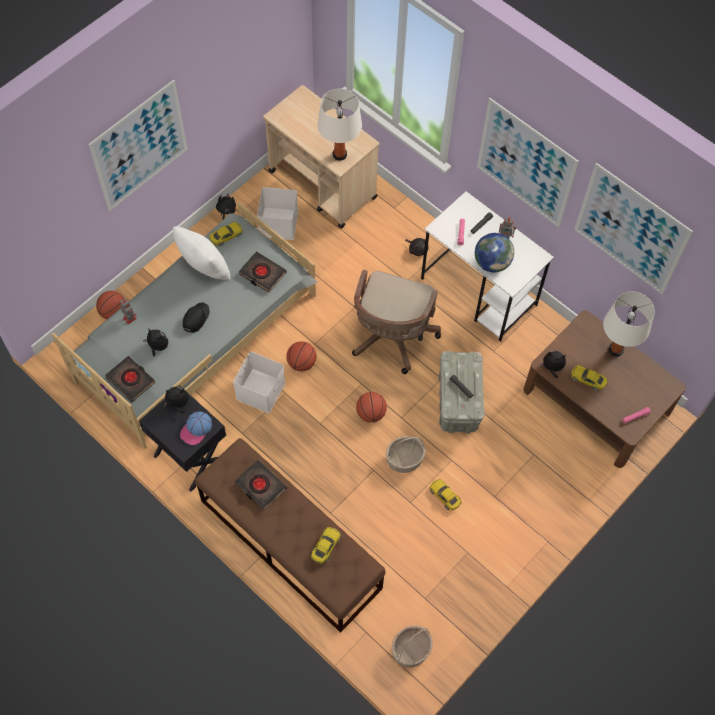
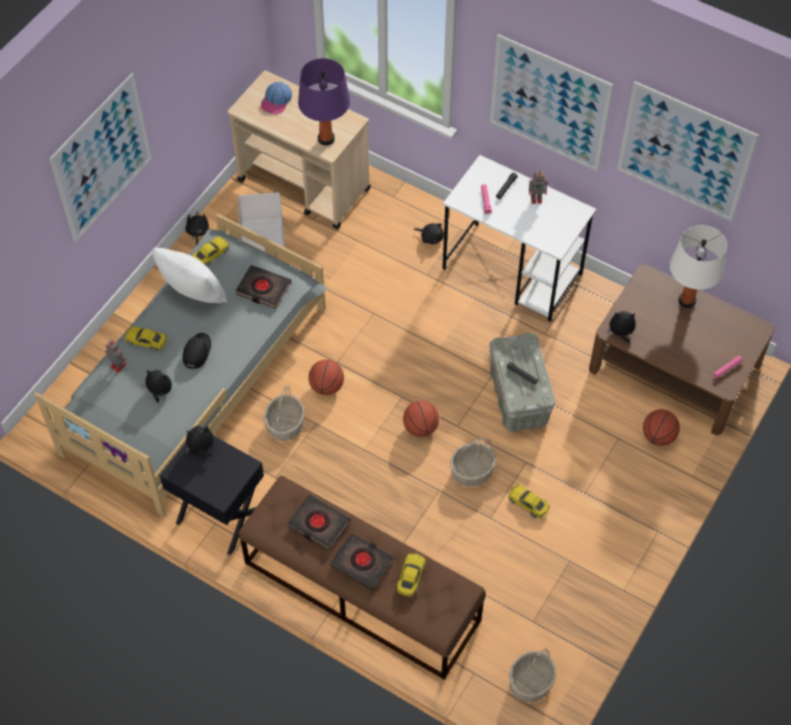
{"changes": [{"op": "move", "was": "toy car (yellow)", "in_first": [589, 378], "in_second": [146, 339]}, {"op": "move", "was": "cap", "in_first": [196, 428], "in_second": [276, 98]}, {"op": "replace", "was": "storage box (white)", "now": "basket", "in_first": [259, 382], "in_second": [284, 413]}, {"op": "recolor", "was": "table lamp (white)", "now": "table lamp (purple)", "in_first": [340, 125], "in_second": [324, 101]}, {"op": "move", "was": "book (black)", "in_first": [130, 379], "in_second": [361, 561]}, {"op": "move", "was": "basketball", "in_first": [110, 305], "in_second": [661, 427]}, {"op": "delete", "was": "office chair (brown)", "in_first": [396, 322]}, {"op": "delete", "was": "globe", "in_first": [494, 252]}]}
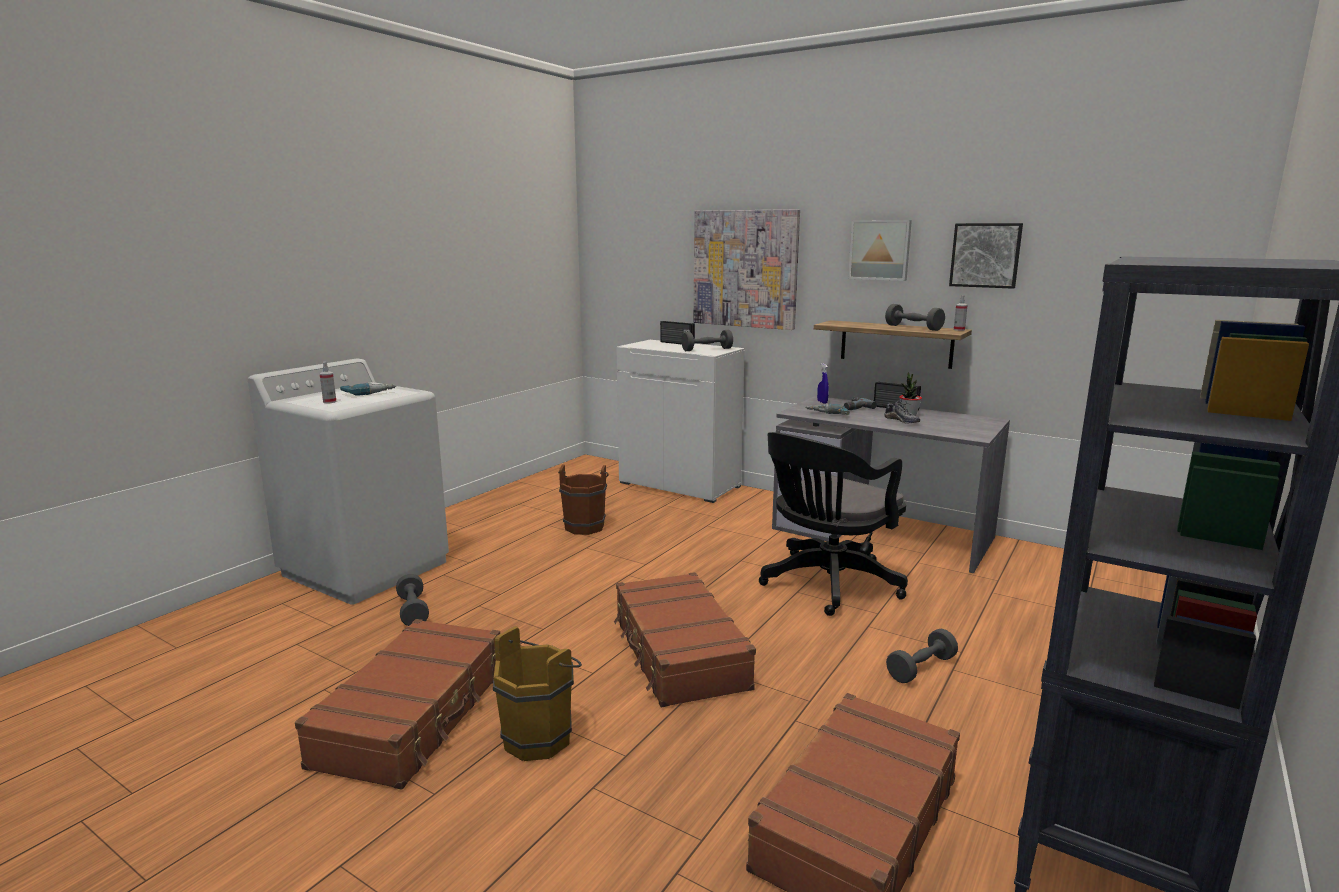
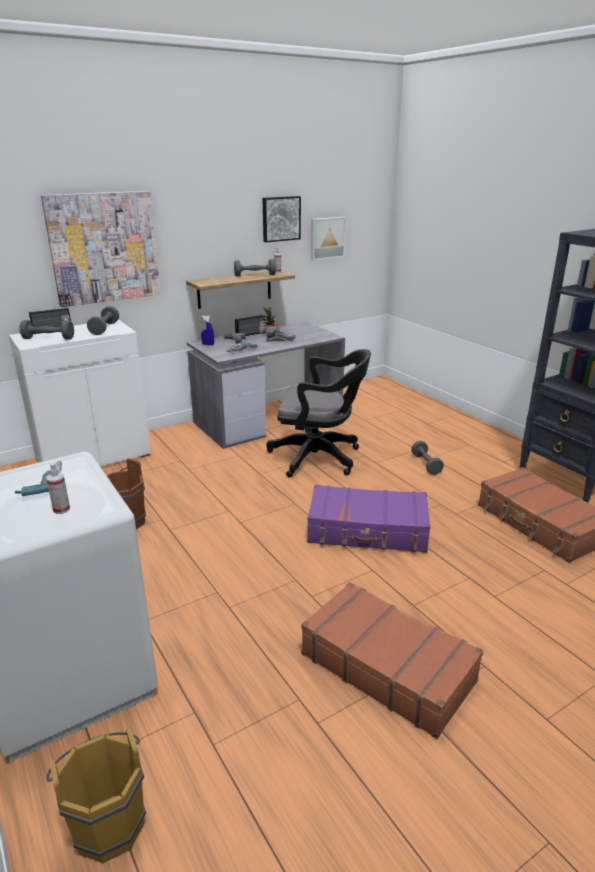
{"changes": [{"op": "move", "was": "dumbbell (grey)", "in_first": [412, 600], "in_second": [46, 330]}, {"op": "move", "was": "bucket (brown)", "in_first": [537, 693], "in_second": [96, 795]}, {"op": "rotate", "was": "office chair (black)", "in_first": [833, 524], "in_second": [318, 413], "clockwise": -60}, {"op": "recolor", "was": "suitcase (brown)", "now": "suitcase (purple)", "in_first": [685, 639], "in_second": [368, 519]}, {"op": "move", "was": "picture", "in_first": [880, 250], "in_second": [328, 238]}]}
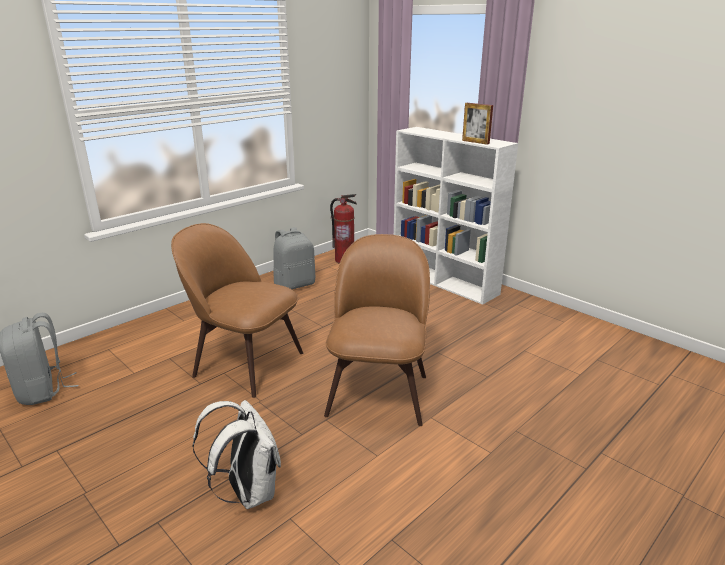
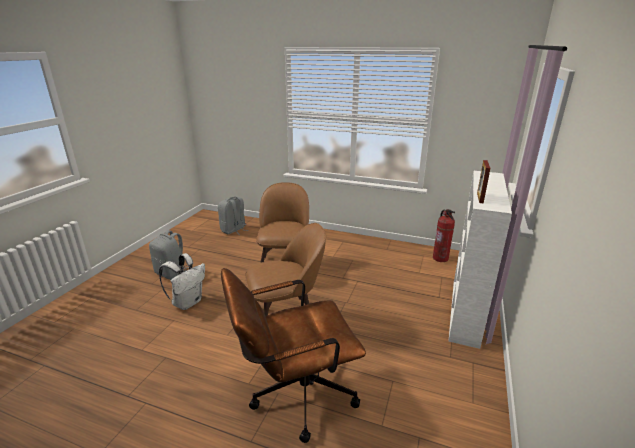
{"changes": [{"op": "move", "was": "backpack (grey)", "in_first": [294, 258], "in_second": [169, 255]}, {"op": "insert", "now": "office chair (brown)", "in_second": [293, 355]}]}
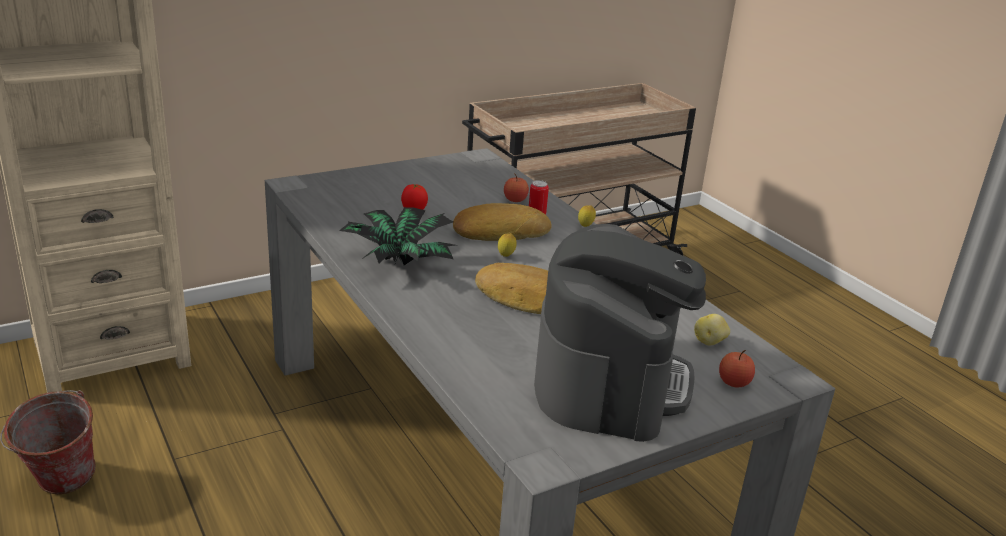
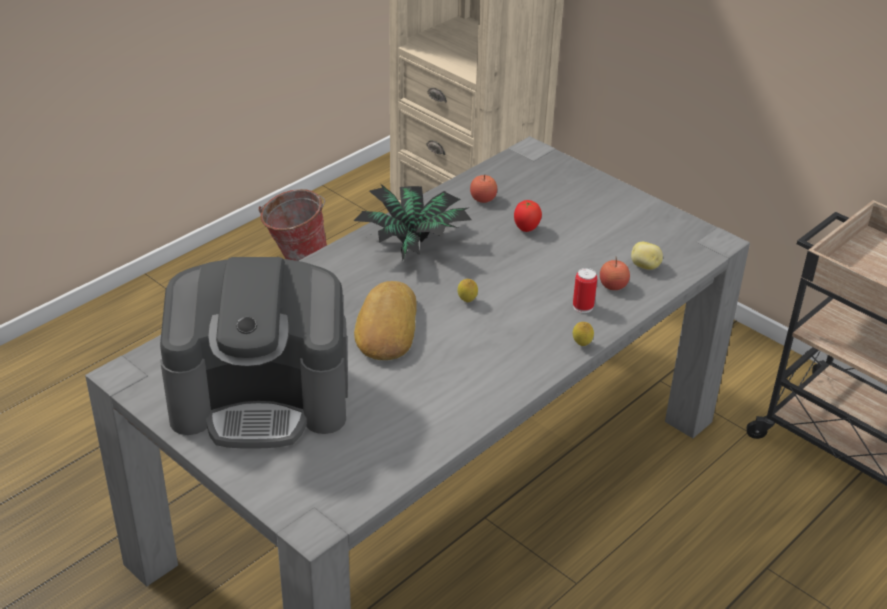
{"changes": [{"op": "move", "was": "apple", "in_first": [737, 369], "in_second": [483, 189]}, {"op": "move", "was": "potato", "in_first": [712, 329], "in_second": [647, 256]}, {"op": "delete", "was": "bread", "in_first": [502, 222]}]}
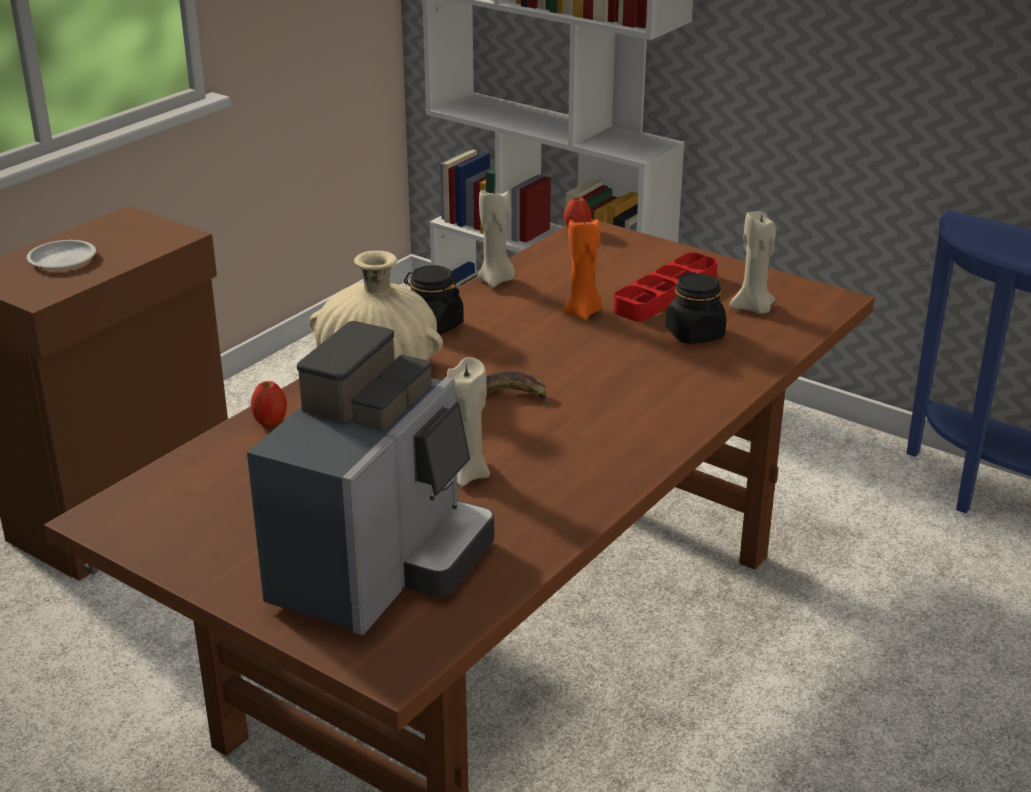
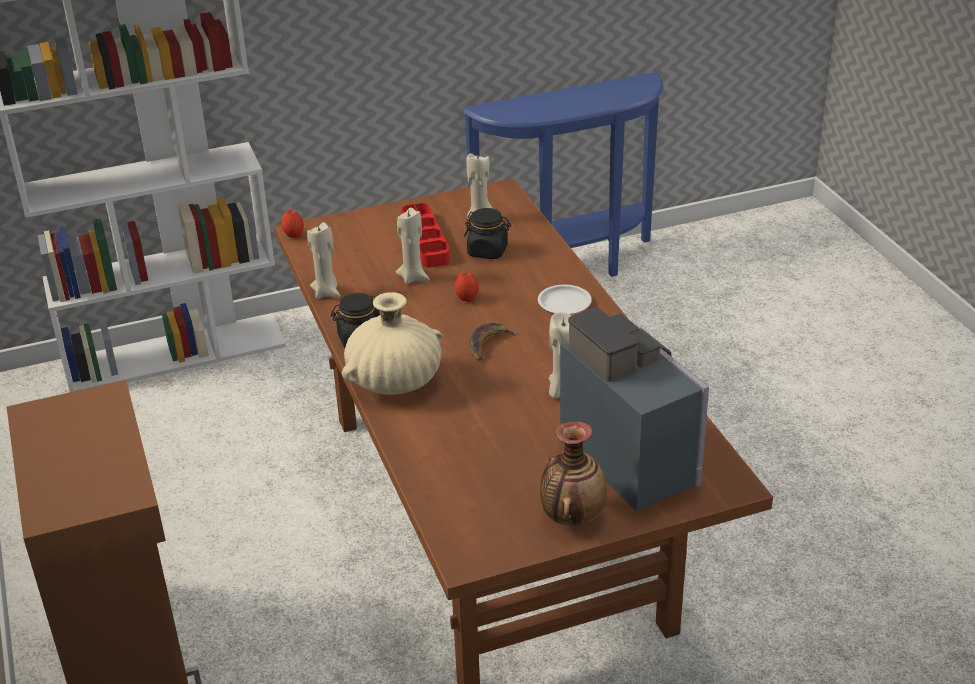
{"changes": [{"op": "recolor", "was": "candle (orange)", "now": "candle (beige)", "in_first": [583, 269], "in_second": [412, 246]}, {"op": "move", "was": "apple", "in_first": [269, 403], "in_second": [467, 286]}, {"op": "move", "was": "plate (white)", "in_first": [61, 254], "in_second": [565, 299]}, {"op": "insert", "now": "vase", "in_second": [573, 473]}]}
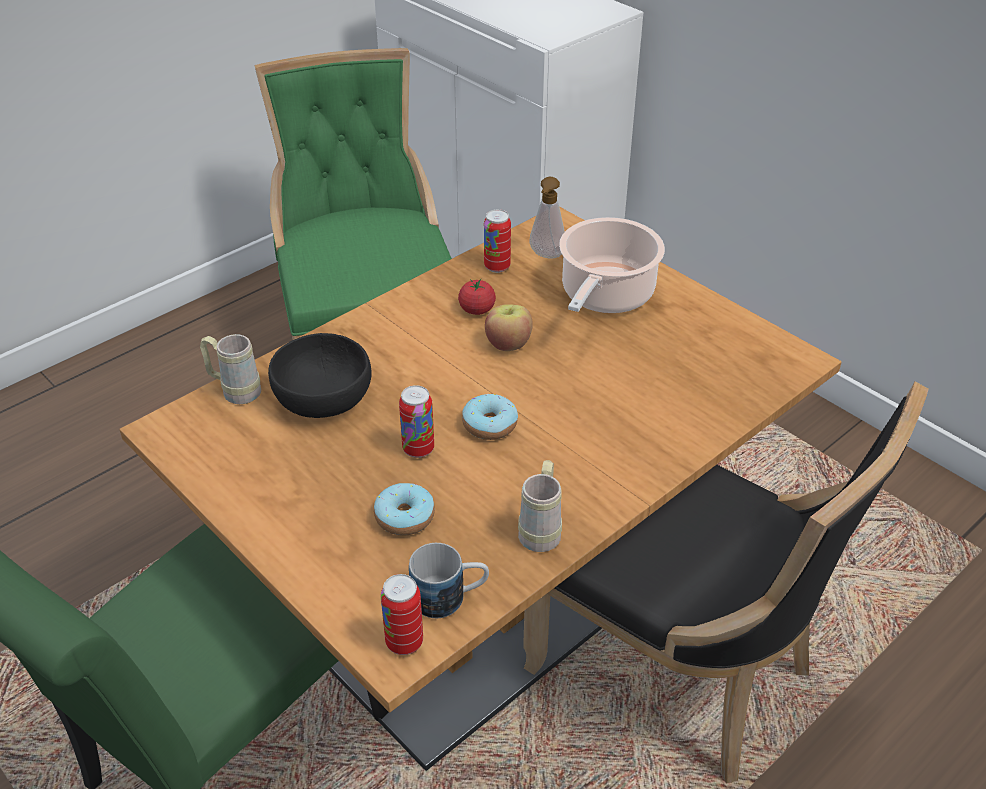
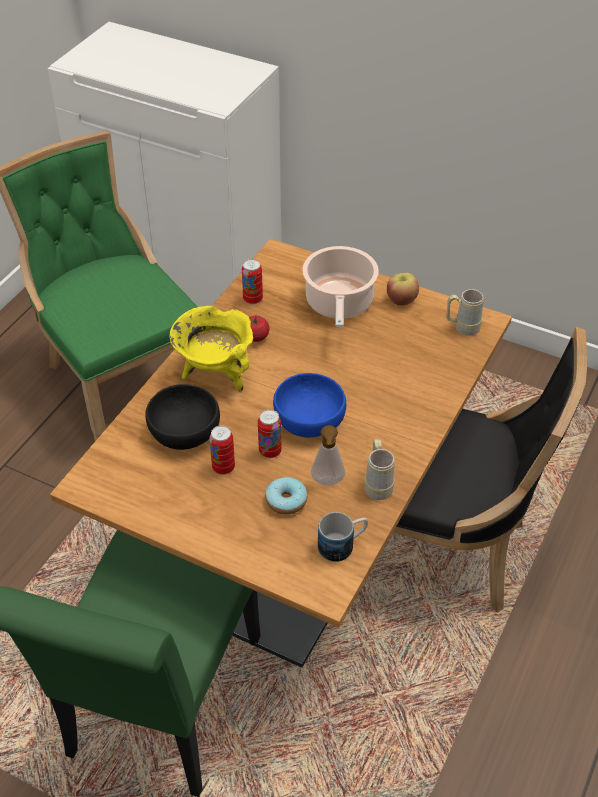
{"changes": [{"op": "insert", "now": "cooking pot (yellow)", "in_second": [211, 348]}, {"op": "move", "was": "can", "in_first": [402, 614], "in_second": [222, 450]}, {"op": "replace", "was": "donut", "now": "bowl (blue)", "in_first": [490, 417], "in_second": [309, 405]}, {"op": "move", "was": "soap dispenser", "in_first": [547, 217], "in_second": [328, 455]}, {"op": "move", "was": "apple", "in_first": [509, 327], "in_second": [403, 289]}, {"op": "move", "was": "mug (beige)", "in_first": [230, 369], "in_second": [465, 312]}]}
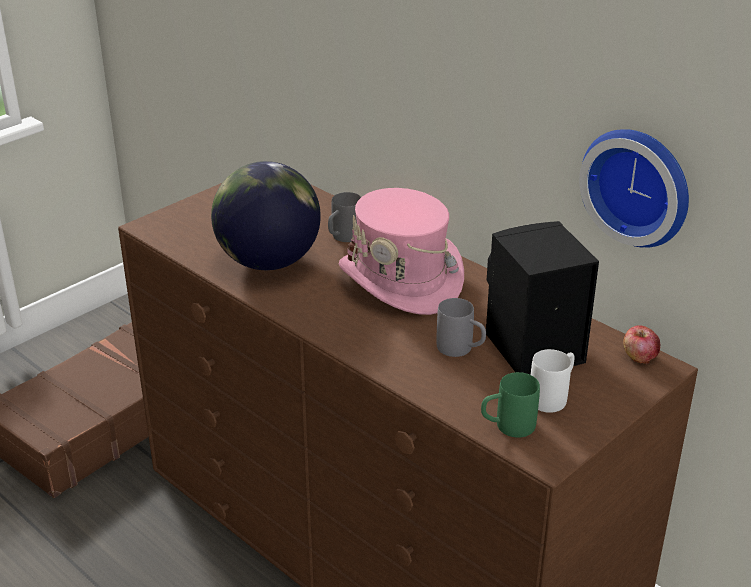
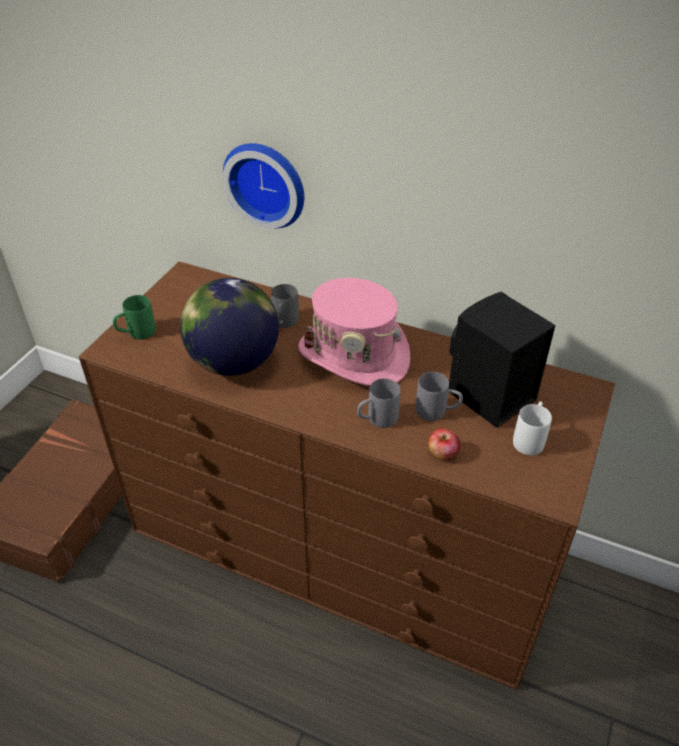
{"changes": [{"op": "move", "was": "mug (green)", "in_first": [510, 405], "in_second": [134, 317]}, {"op": "move", "was": "wall clock", "in_first": [634, 188], "in_second": [263, 185]}, {"op": "insert", "now": "mug (grey)", "in_second": [378, 403]}, {"op": "move", "was": "apple", "in_first": [641, 344], "in_second": [444, 444]}]}
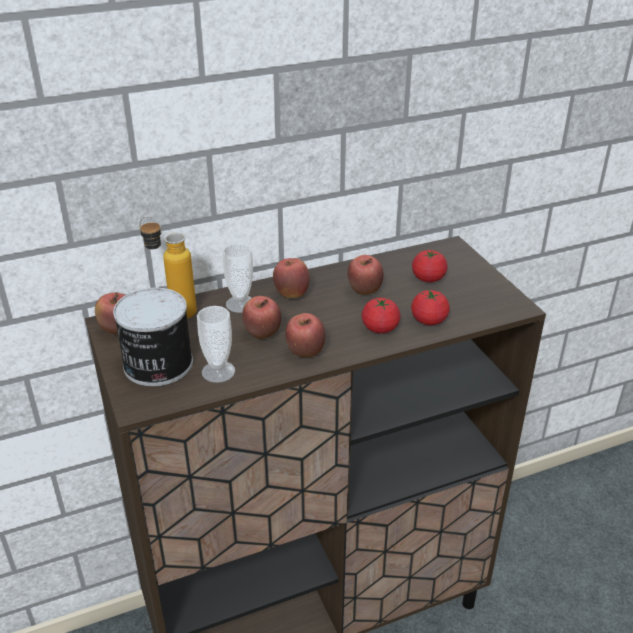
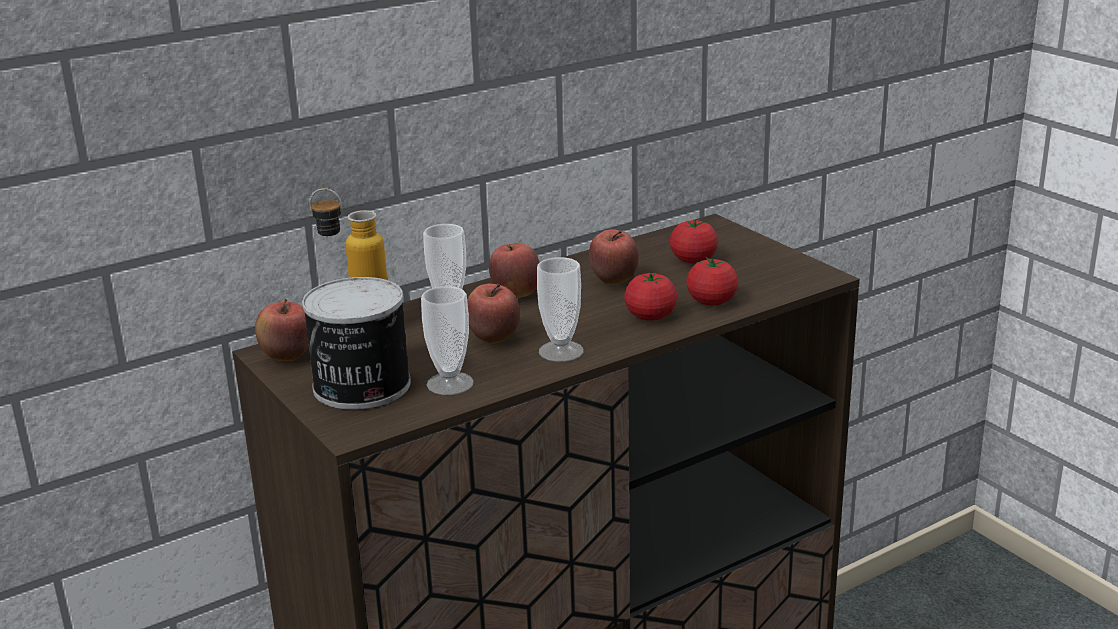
{"changes": [{"op": "replace", "was": "apple", "now": "cup", "in_first": [305, 335], "in_second": [560, 309]}]}
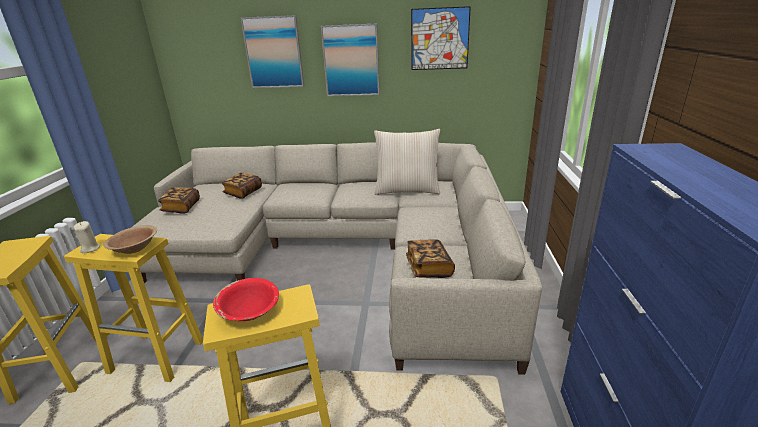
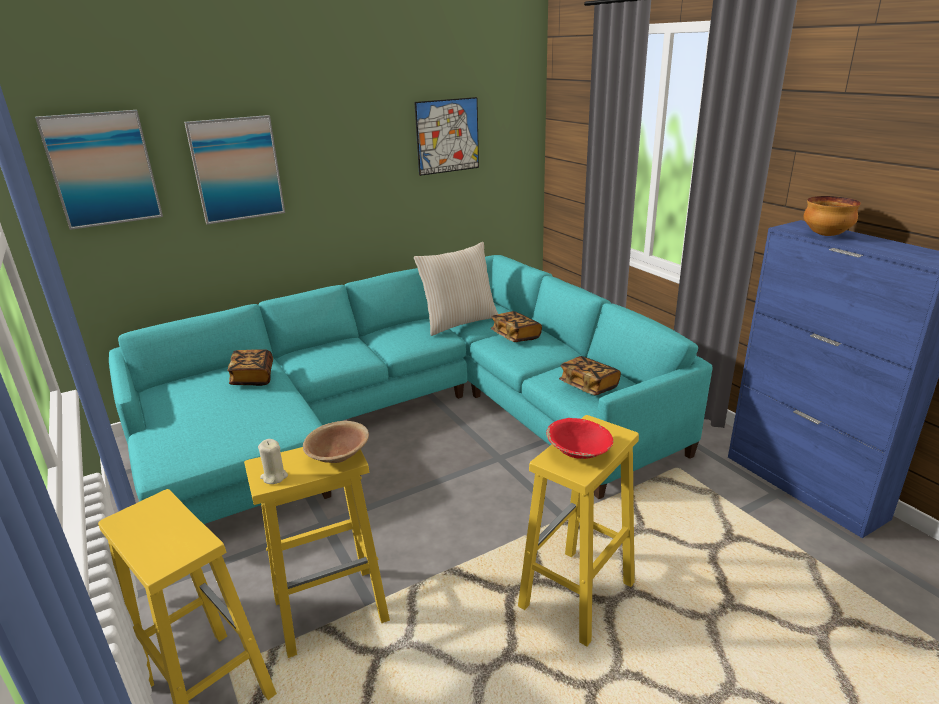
{"changes": [{"op": "move", "was": "picture", "in_first": [350, 60], "in_second": [99, 170]}, {"op": "recolor", "was": "sofa (beige)", "now": "sofa (turquoise)", "in_first": [336, 258], "in_second": [411, 389]}, {"op": "move", "was": "book", "in_first": [179, 200], "in_second": [516, 326]}, {"op": "insert", "now": "bowl", "in_second": [832, 216]}]}
